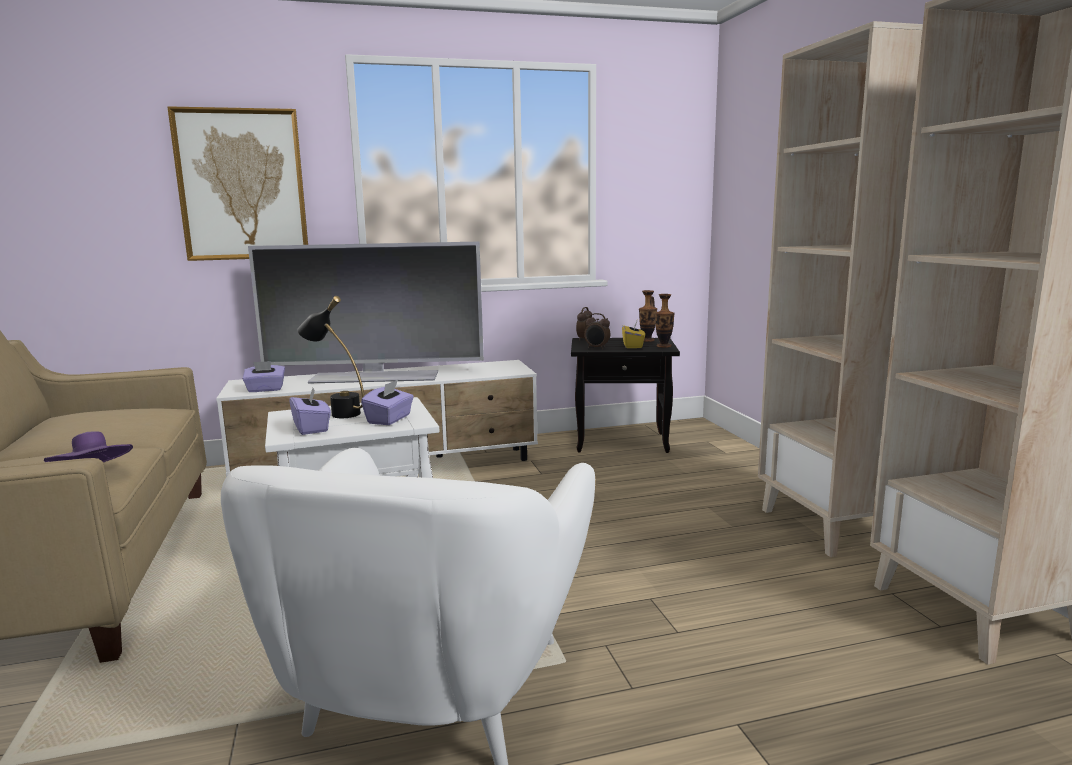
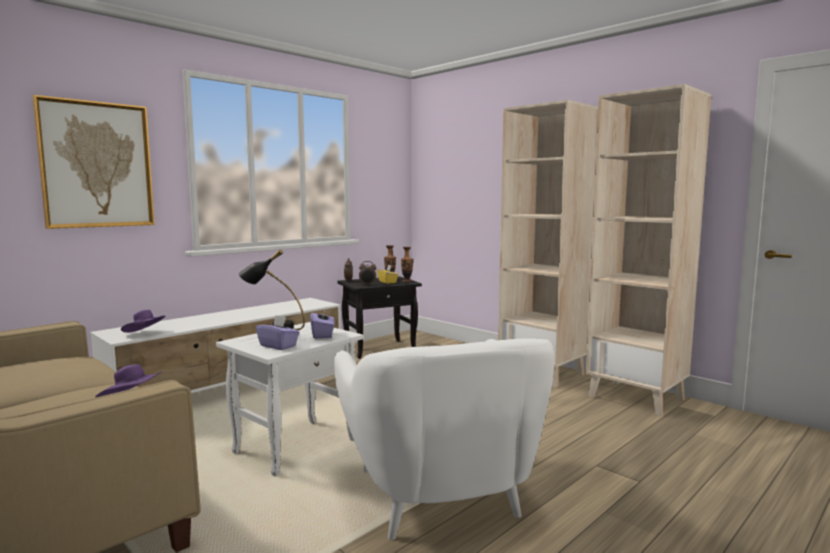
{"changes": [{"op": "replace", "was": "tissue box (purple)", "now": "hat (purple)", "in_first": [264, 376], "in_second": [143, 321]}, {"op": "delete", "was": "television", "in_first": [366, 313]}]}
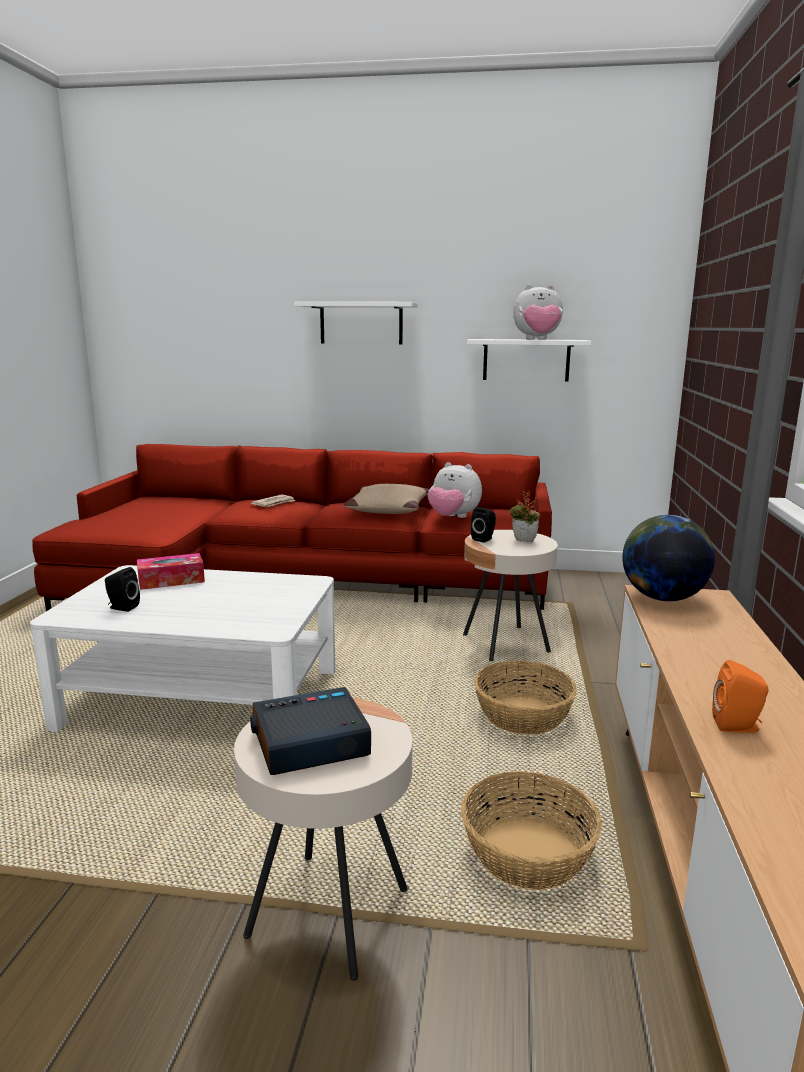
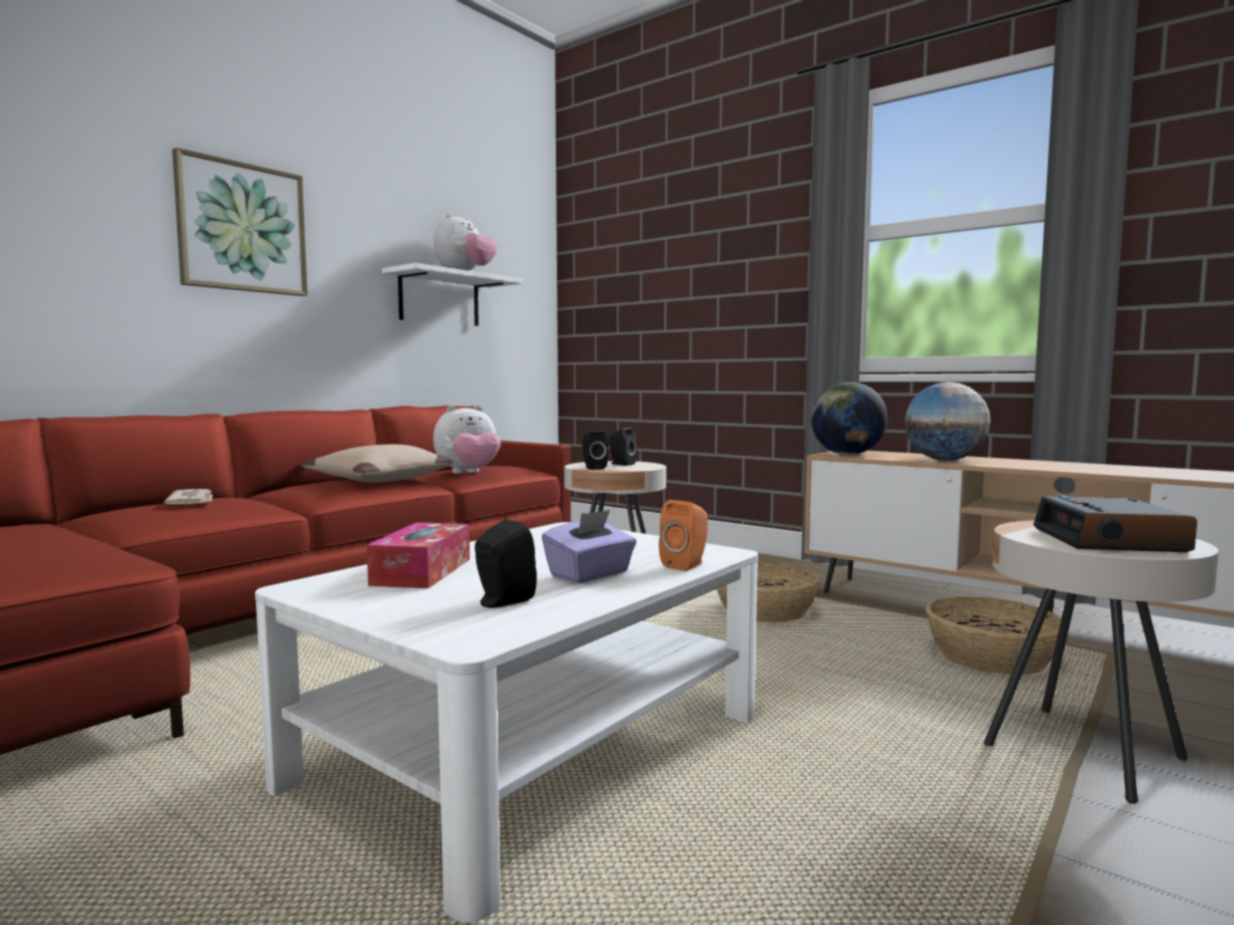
{"changes": [{"op": "replace", "was": "shelf (white)", "now": "picture", "in_first": [356, 322], "in_second": [240, 221]}, {"op": "insert", "now": "tissue box (purple)", "in_second": [589, 547]}, {"op": "replace", "was": "potted plant", "now": "speaker (black)", "in_first": [524, 516], "in_second": [623, 447]}, {"op": "move", "was": "speaker (orange)", "in_first": [740, 696], "in_second": [683, 535]}, {"op": "insert", "now": "globe", "in_second": [948, 421]}]}
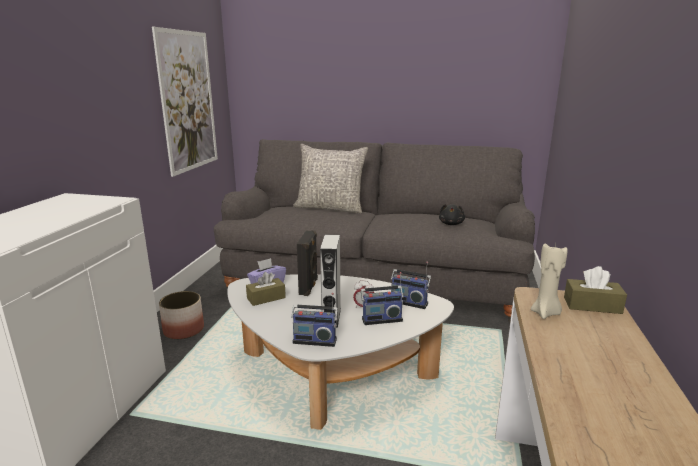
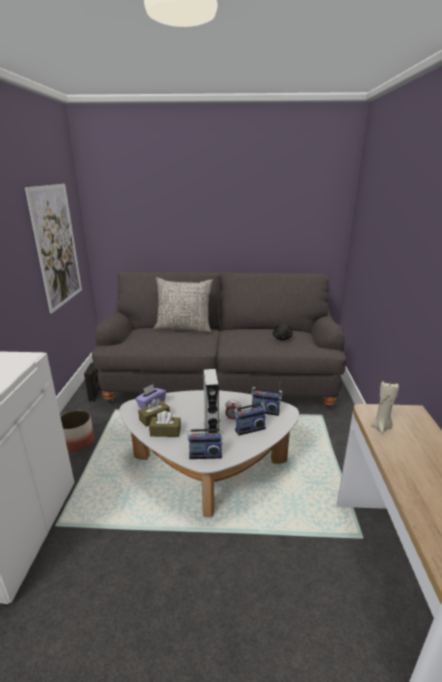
{"changes": [{"op": "move", "was": "speaker (black)", "in_first": [307, 263], "in_second": [92, 382]}, {"op": "move", "was": "tissue box (brown)", "in_first": [595, 290], "in_second": [165, 424]}]}
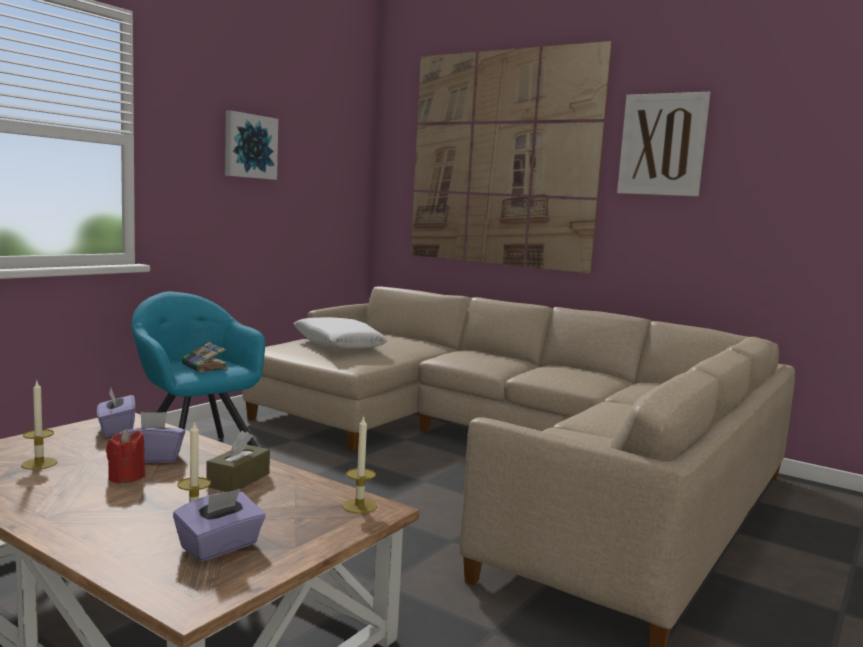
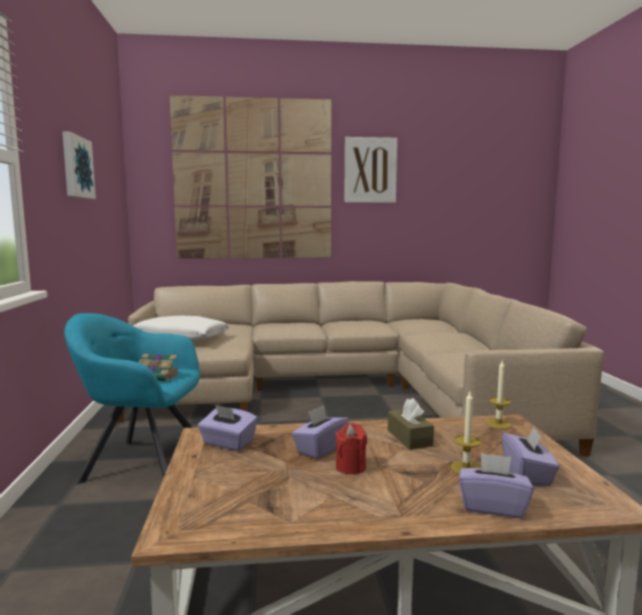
{"changes": [{"op": "insert", "now": "tissue box (purple)", "in_second": [496, 486]}, {"op": "delete", "was": "candle", "in_first": [39, 425]}]}
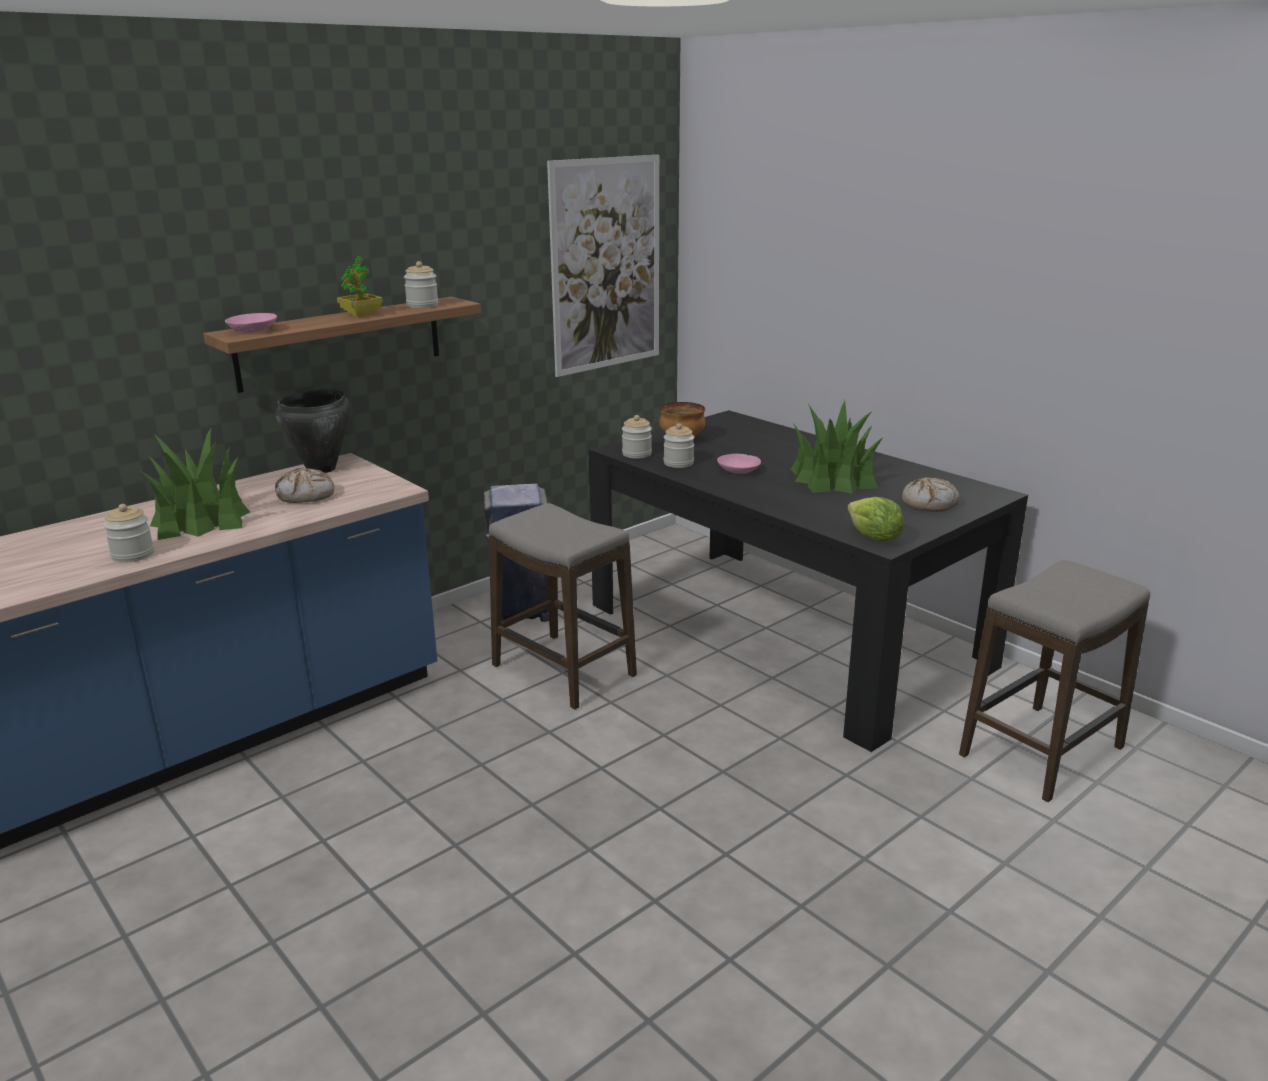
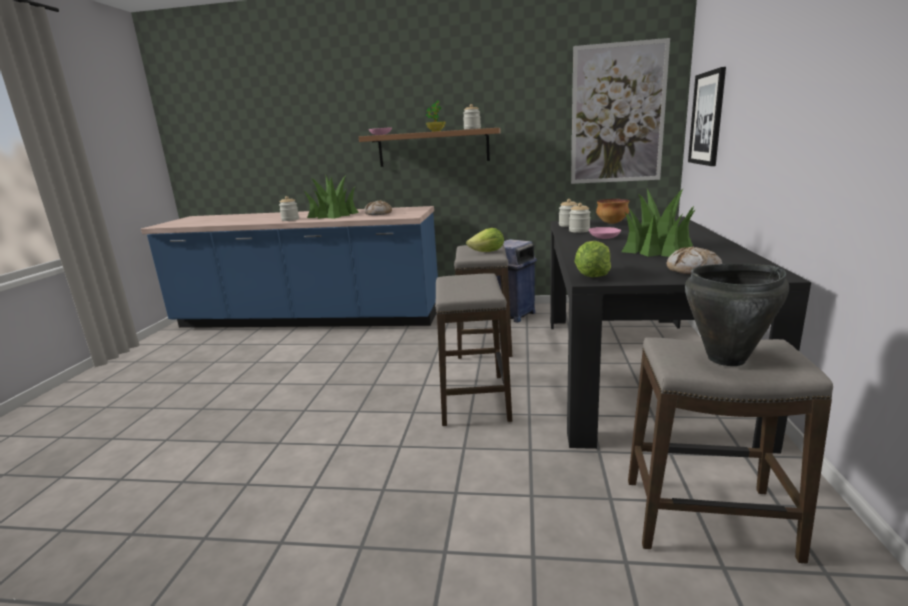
{"changes": [{"op": "insert", "now": "stool", "in_second": [473, 349]}, {"op": "insert", "now": "lettuce", "in_second": [485, 240]}, {"op": "move", "was": "cooking pot (black)", "in_first": [313, 431], "in_second": [737, 315]}, {"op": "insert", "now": "picture", "in_second": [707, 116]}]}
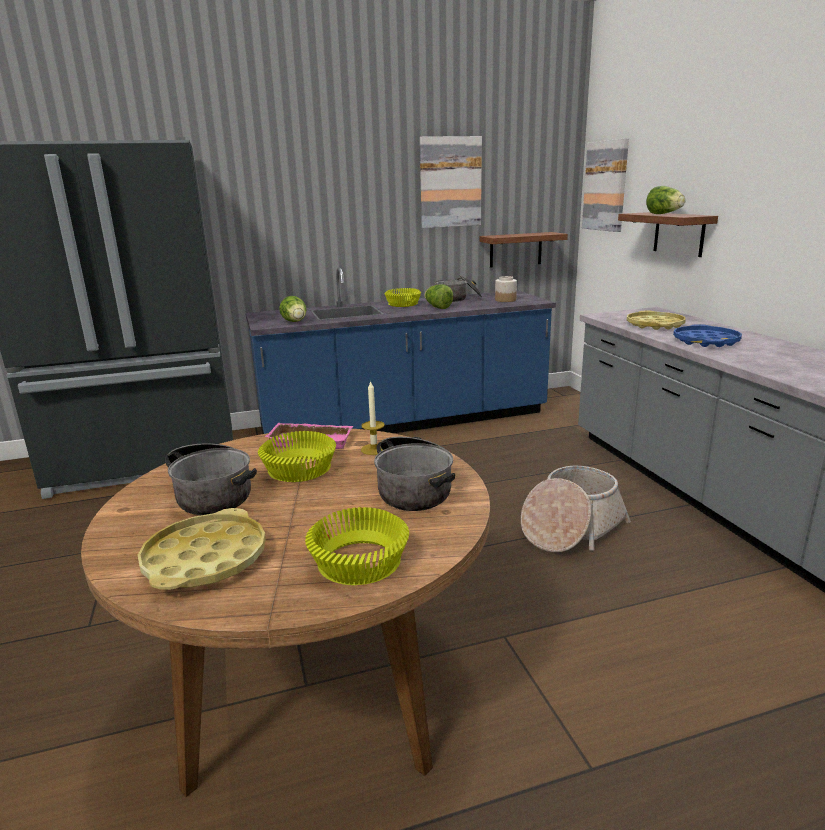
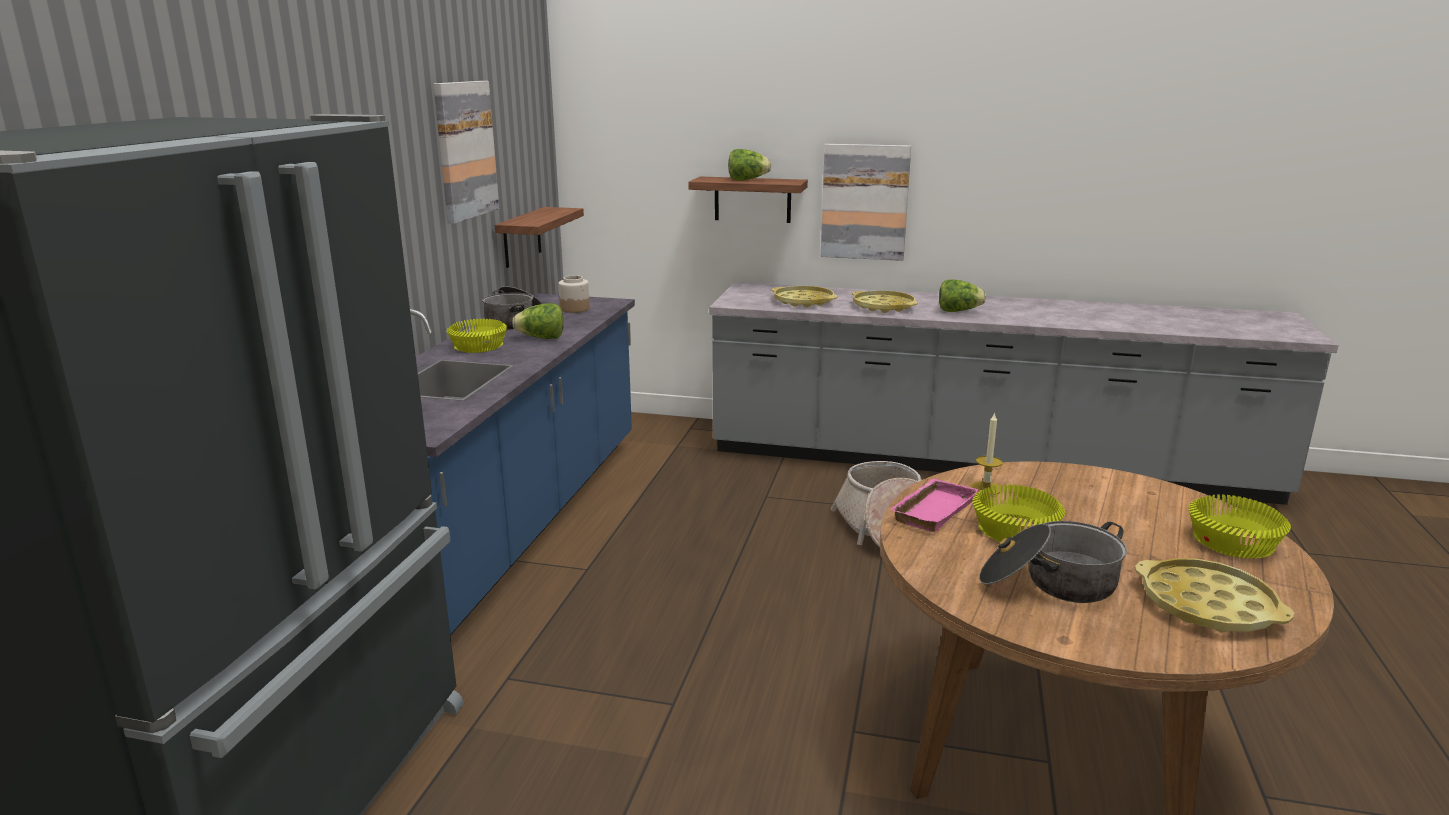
{"changes": [{"op": "move", "was": "picture", "in_first": [605, 185], "in_second": [866, 202]}, {"op": "recolor", "was": "tray (blue)", "now": "tray (yellow)", "in_first": [707, 335], "in_second": [885, 301]}, {"op": "move", "was": "lettuce", "in_first": [292, 309], "in_second": [962, 296]}, {"op": "delete", "was": "cooking pot", "in_first": [414, 474]}]}
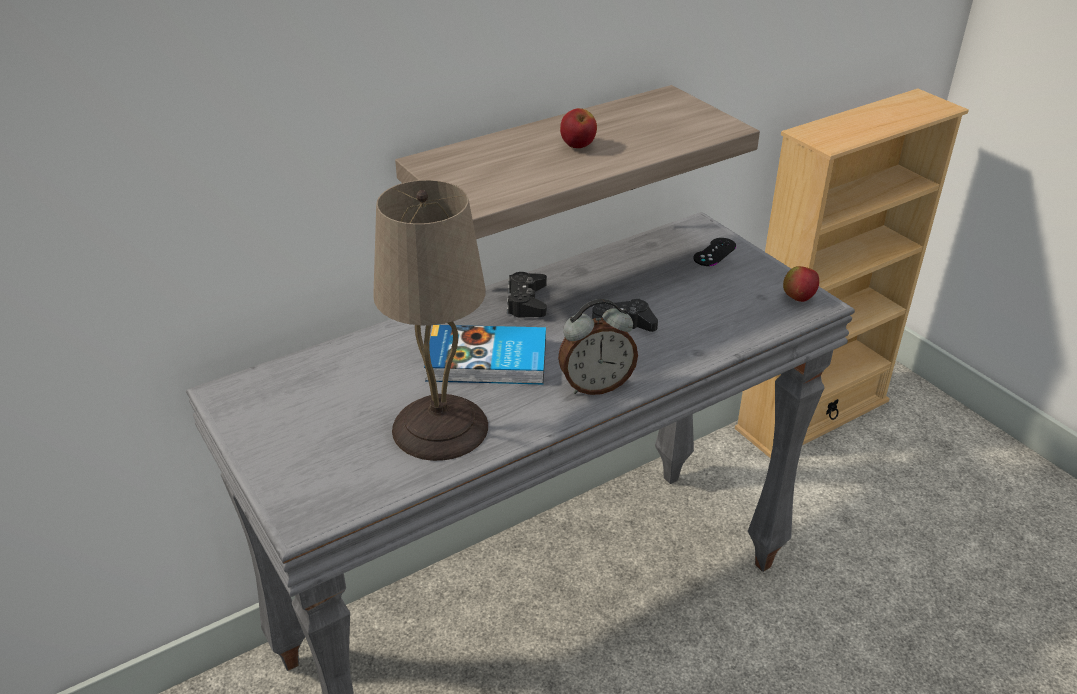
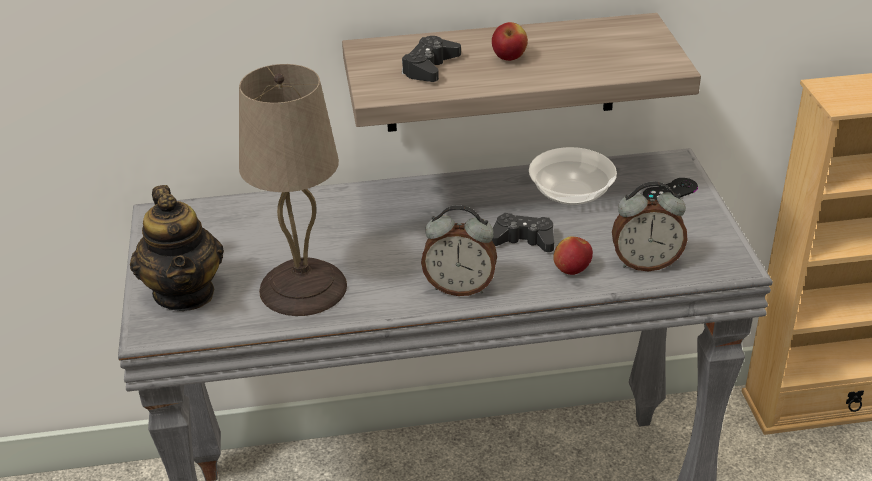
{"changes": [{"op": "insert", "now": "teapot", "in_second": [177, 248]}, {"op": "move", "was": "game controller (black)", "in_first": [526, 294], "in_second": [431, 59]}, {"op": "insert", "now": "bowl", "in_second": [573, 176]}, {"op": "move", "was": "apple", "in_first": [801, 284], "in_second": [573, 255]}, {"op": "insert", "now": "alarm clock", "in_second": [650, 226]}, {"op": "delete", "was": "book", "in_first": [485, 354]}]}
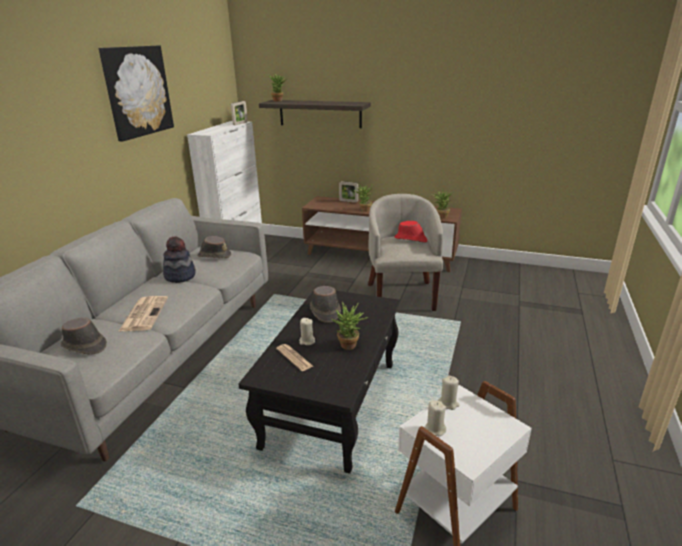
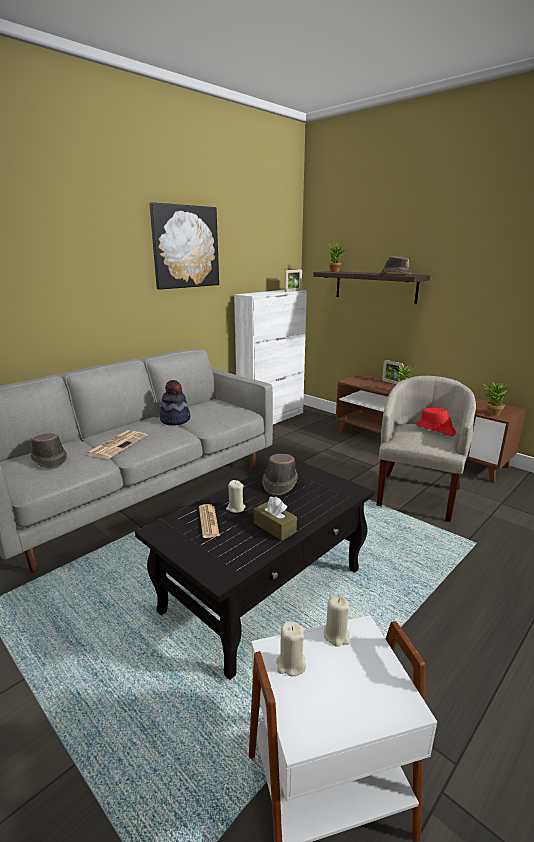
{"changes": [{"op": "replace", "was": "potted plant", "now": "tissue box (brown)", "in_first": [350, 325], "in_second": [275, 518]}, {"op": "move", "was": "hat (brown)", "in_first": [214, 247], "in_second": [396, 265]}]}
